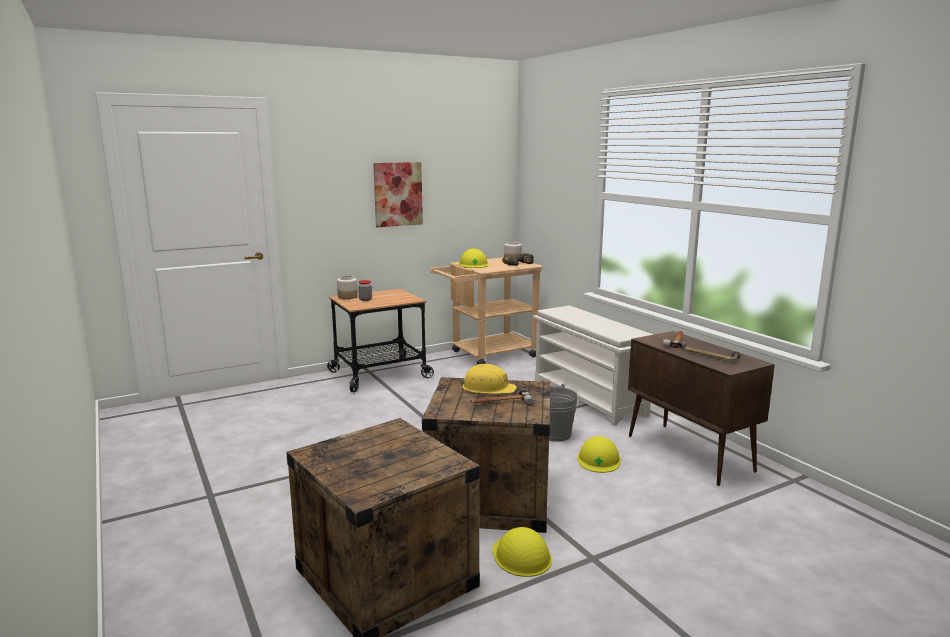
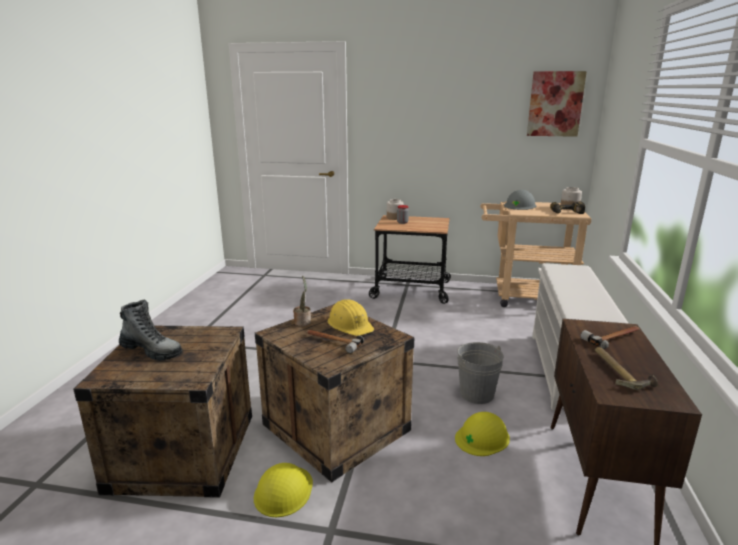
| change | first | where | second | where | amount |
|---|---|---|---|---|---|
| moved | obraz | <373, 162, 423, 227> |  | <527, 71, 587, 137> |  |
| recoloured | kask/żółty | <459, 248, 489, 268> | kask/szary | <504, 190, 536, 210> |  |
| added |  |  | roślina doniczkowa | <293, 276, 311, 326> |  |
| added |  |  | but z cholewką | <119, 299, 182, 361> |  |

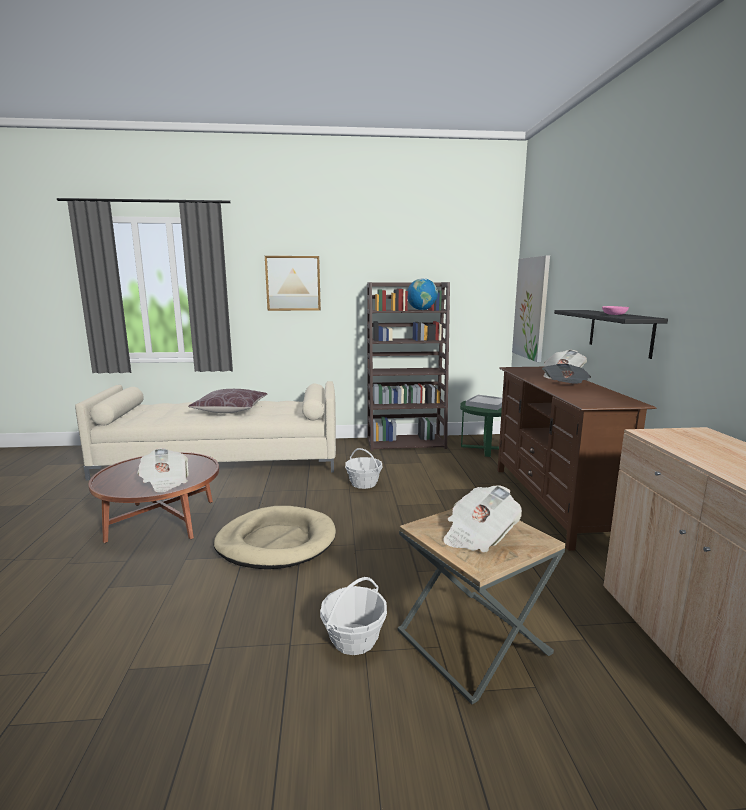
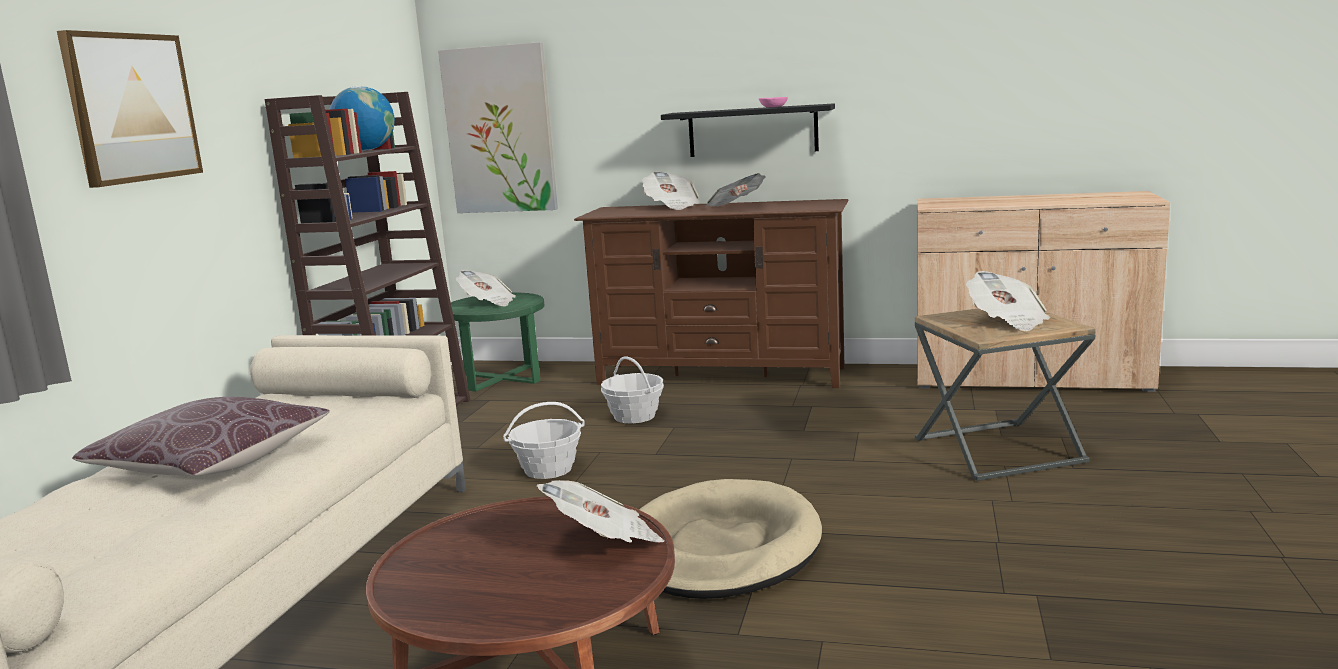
| change | first | where | second | where | amount |
|---|---|---|---|---|---|
| replaced | taca/biały | <466, 395, 502, 410> | gazeta | <456, 270, 516, 306> |  |
| moved | koszyk | <320, 577, 387, 655> |  | <601, 356, 664, 424> |  |

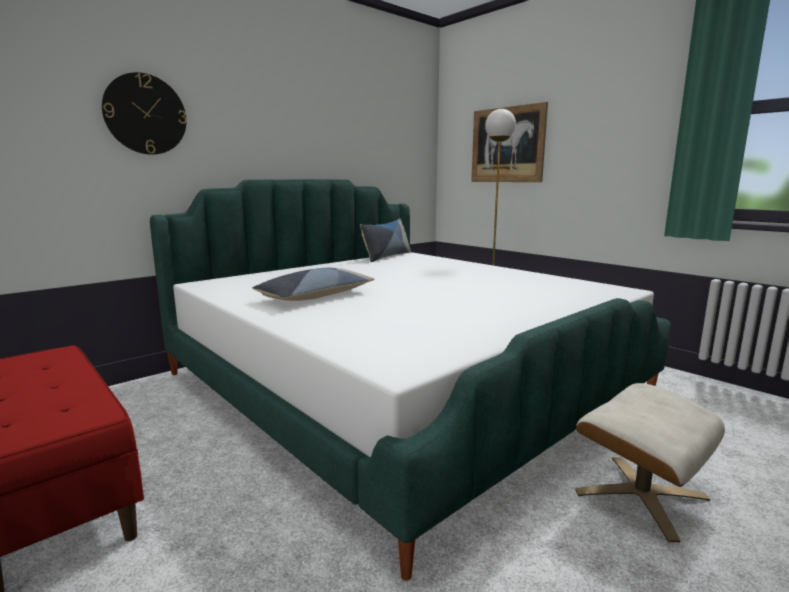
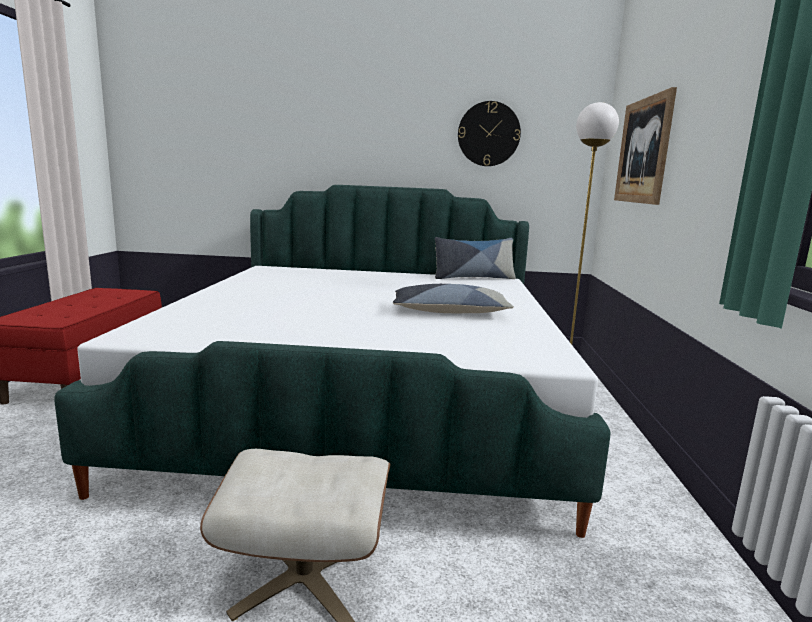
| change | first | where | second | where | amount |
|---|---|---|---|---|---|
| moved | zegar ścienny | <102, 72, 187, 155> |  | <458, 101, 521, 166> |  |
| moved | poduszka | <252, 268, 375, 301> |  | <393, 284, 514, 313> |  |

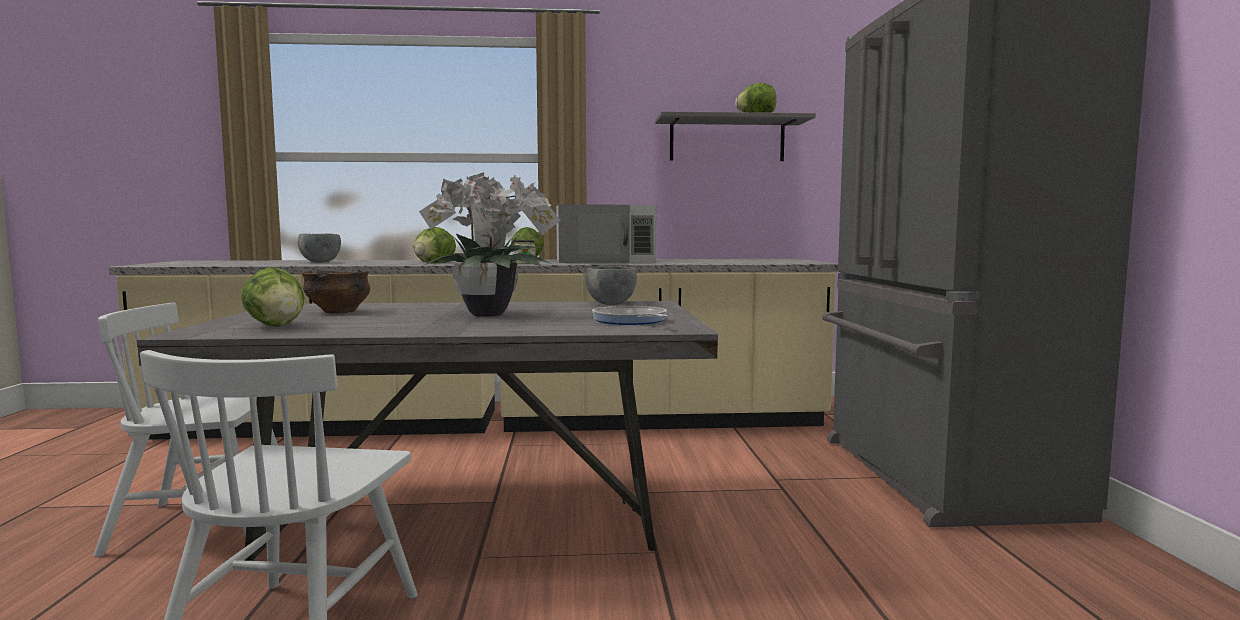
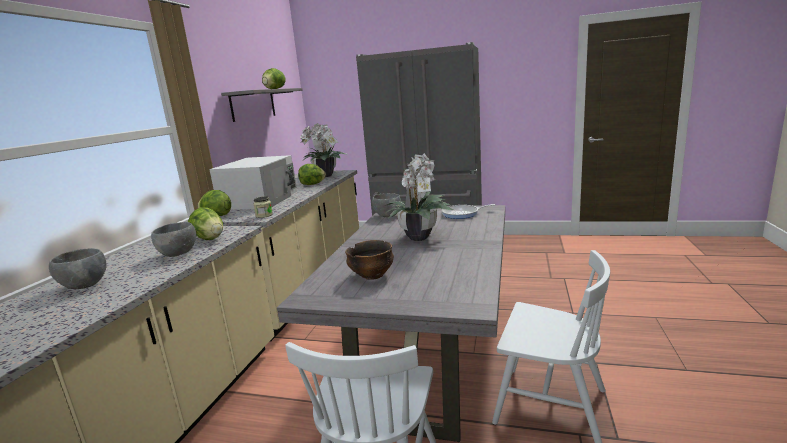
| change | first | where | second | where | amount |
|---|---|---|---|---|---|
| moved | sałata | <241, 267, 305, 327> |  | <298, 164, 326, 185> |  |
| added |  |  | roślina doniczkowa | <301, 123, 349, 177> |  |
| added |  |  | miska/szary | <151, 222, 196, 257> |  |

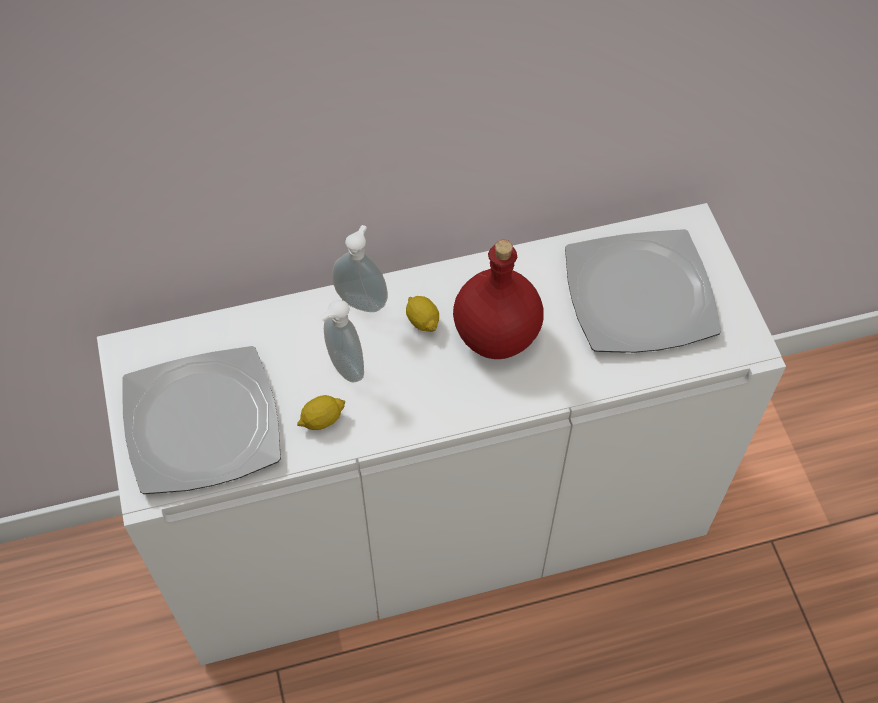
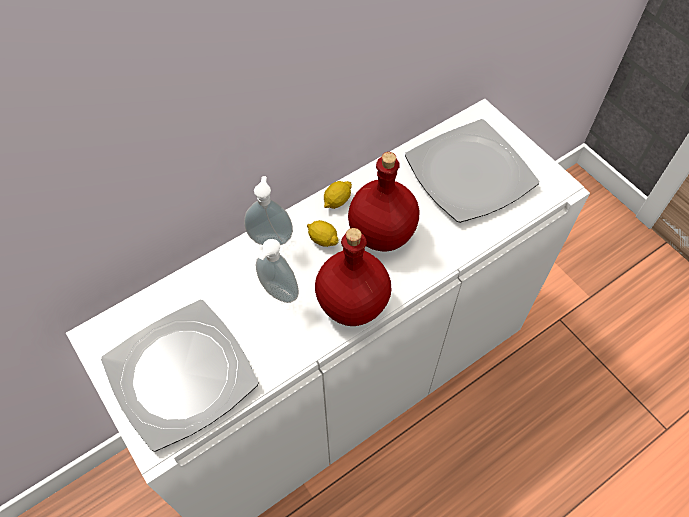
| change | first | where | second | where | amount |
|---|---|---|---|---|---|
| moved | cytryna | <297, 395, 345, 430> |  | <324, 181, 352, 209> |  |
| added |  |  | butelka/czerwony | <315, 228, 392, 326> |  |

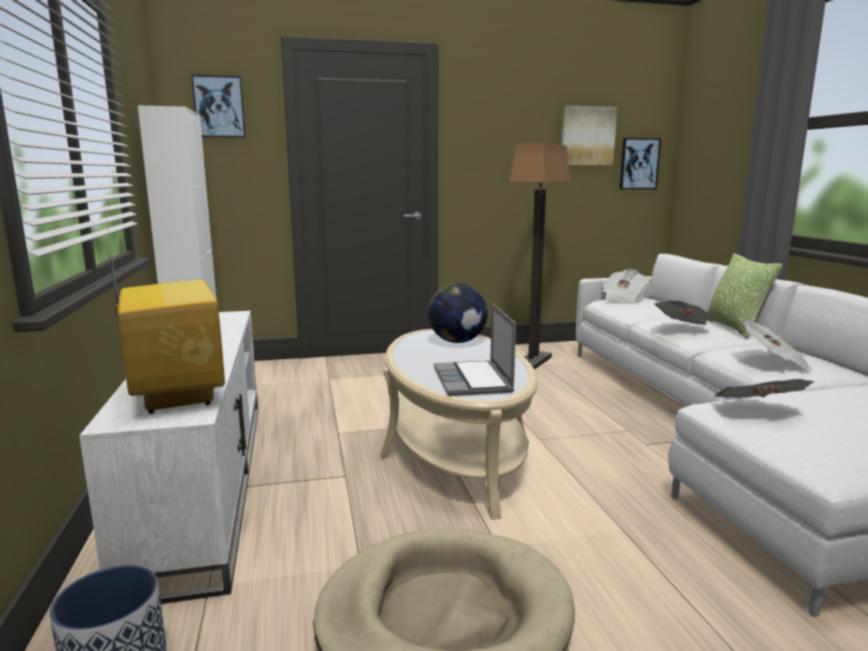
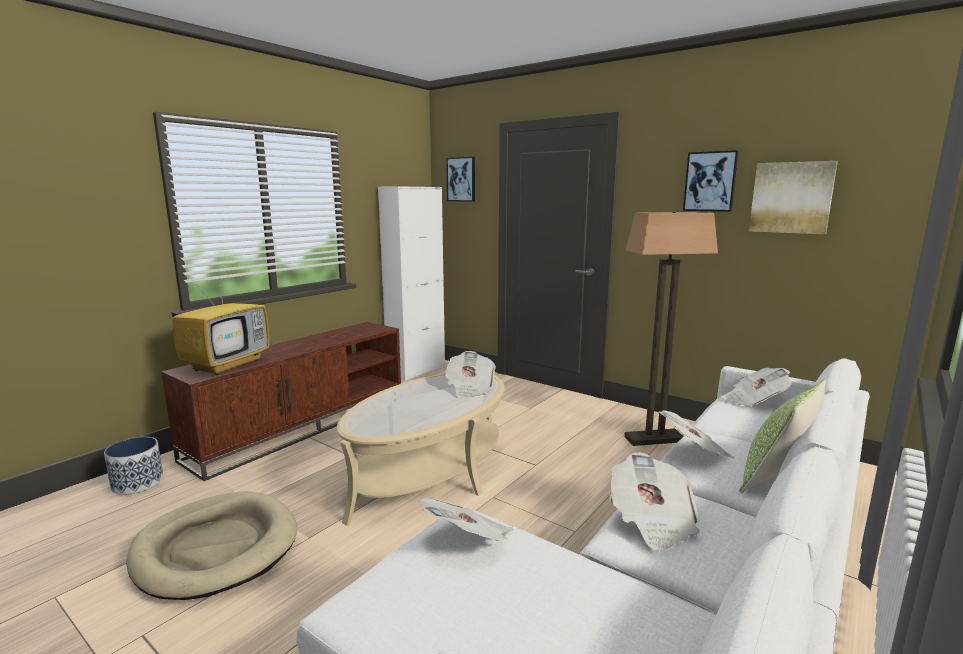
| change | first | where | second | where | amount |
|---|---|---|---|---|---|
| moved | obraz | <620, 138, 661, 189> |  | <683, 150, 738, 212> |  |
| replaced | globus | <428, 283, 488, 343> | gazeta | <444, 351, 496, 398> |  |
| removed | laptop | <434, 304, 516, 396> |  |  |  |
| recoloured | szafka pod telewizor/biały | <79, 311, 258, 604> | szafka pod telewizor/brązowy | <161, 322, 401, 481> |  |

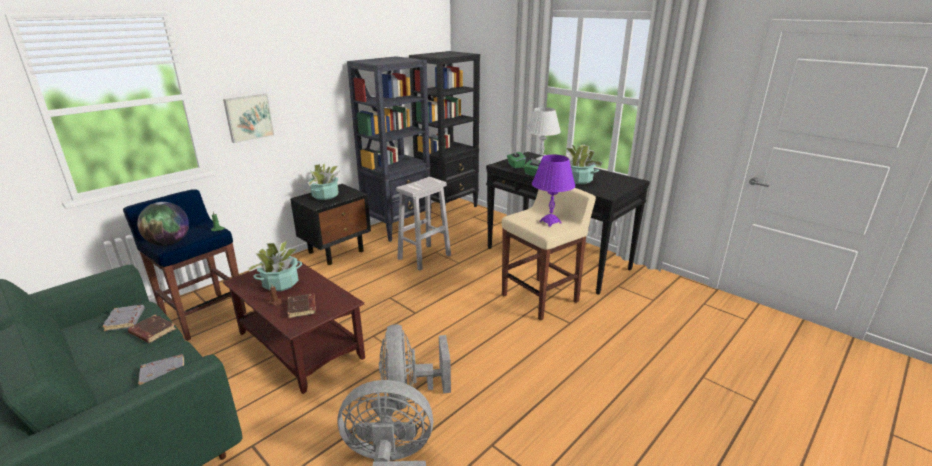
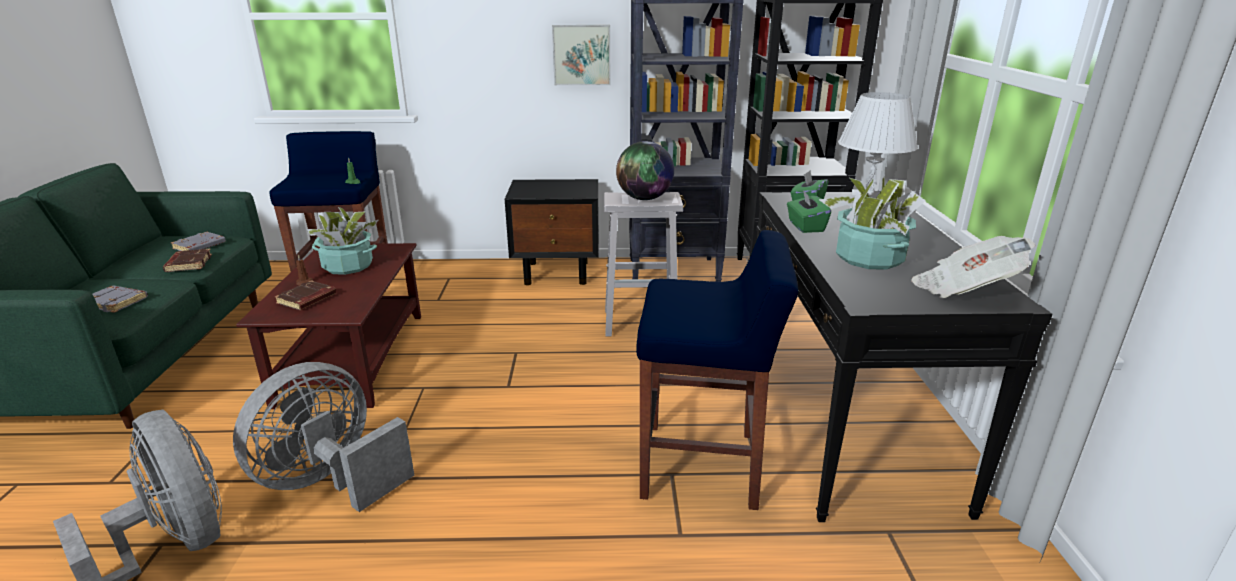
| change | first | where | second | where | amount |
|---|---|---|---|---|---|
| moved | obraz | <223, 94, 274, 143> |  | <552, 25, 610, 85> |  |
| removed | lampa stołowa/fioletowy | <532, 154, 575, 227> |  |  |  |
| removed | roślina doniczkowa | <308, 163, 339, 200> |  |  |  |
| recoloured | stołek/beżowy | <502, 188, 596, 320> | stołek/niebieski | <636, 230, 798, 510> |  |
| moved | globus | <137, 202, 189, 246> |  | <616, 141, 674, 200> |  |
| added |  |  | gazeta | <911, 236, 1036, 298> |  |

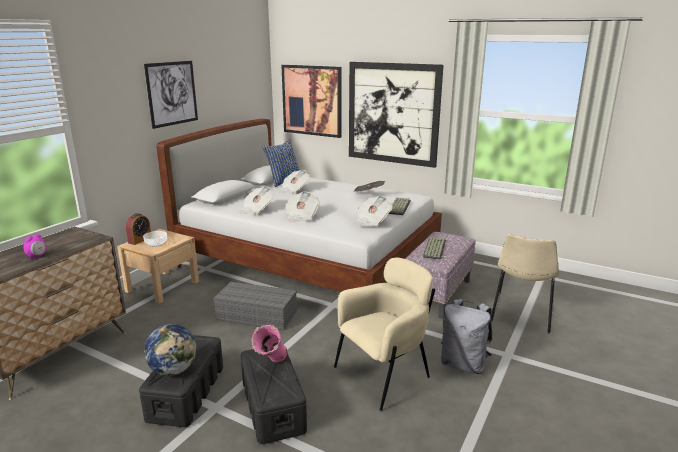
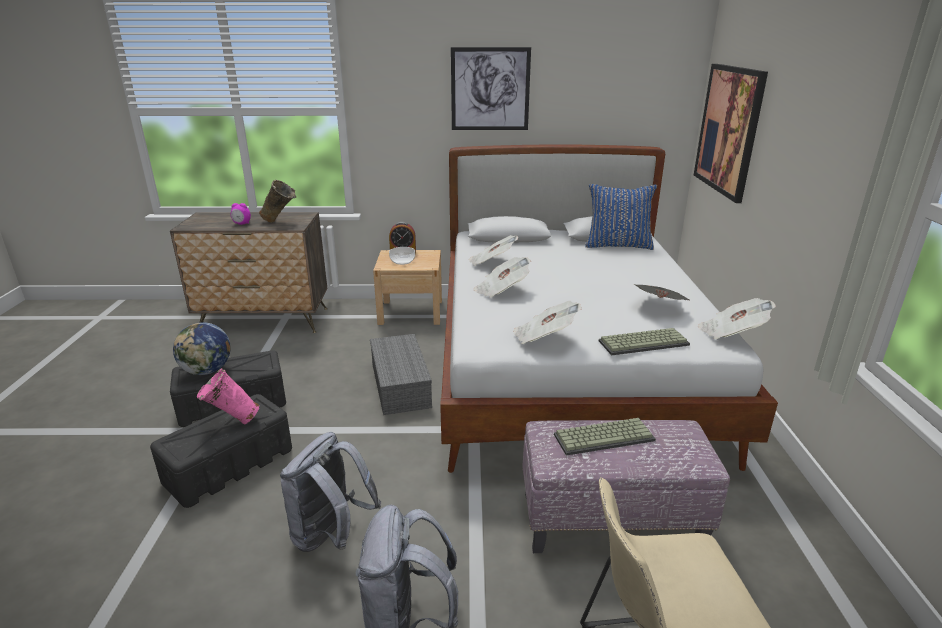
| change | first | where | second | where | amount |
|---|---|---|---|---|---|
| removed | obraz | <349, 62, 444, 168> |  |  |  |
| moved | gazeta | <279, 170, 310, 194> |  | <698, 298, 776, 339> |  |
| replaced | fotel/beżowy | <334, 258, 435, 411> | plecak/szary | <280, 432, 381, 552> |  |
| added |  |  | wazon/beżowy | <259, 180, 296, 223> |  |

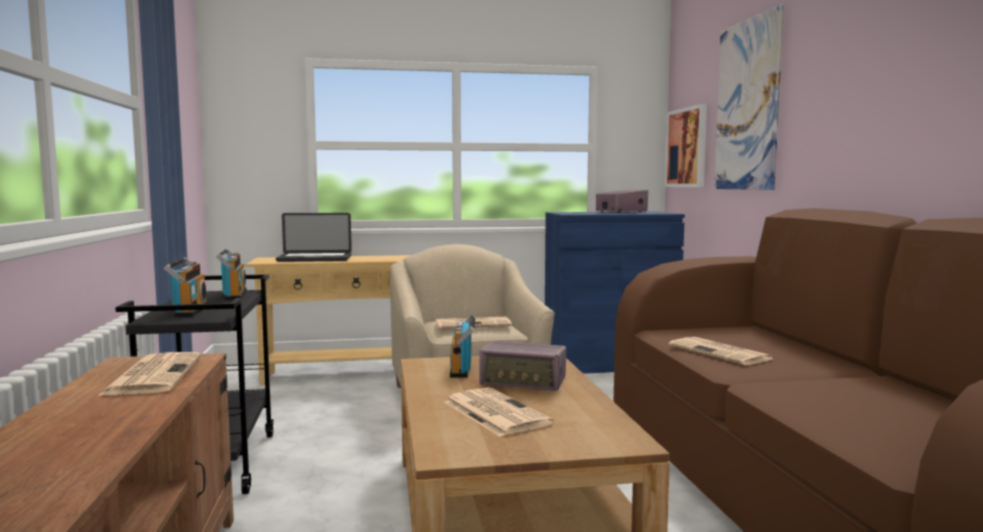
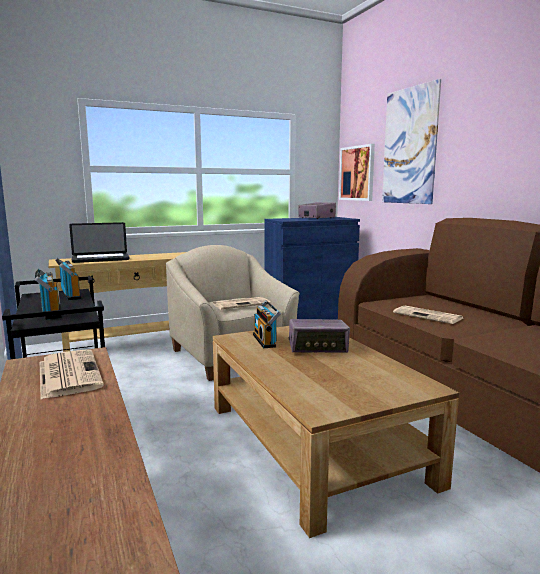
| change | first | where | second | where | amount |
|---|---|---|---|---|---|
| removed | gazeta | <444, 387, 554, 437> |  |  |  |

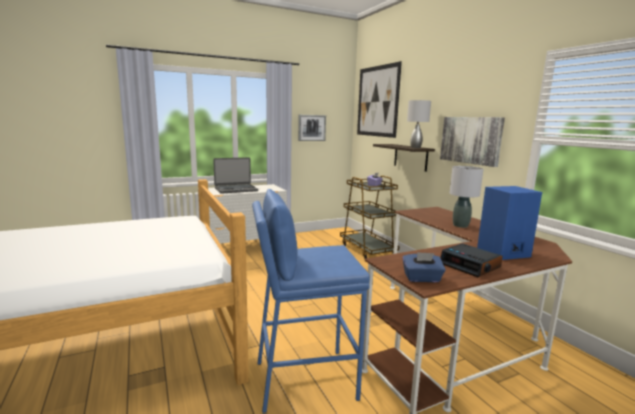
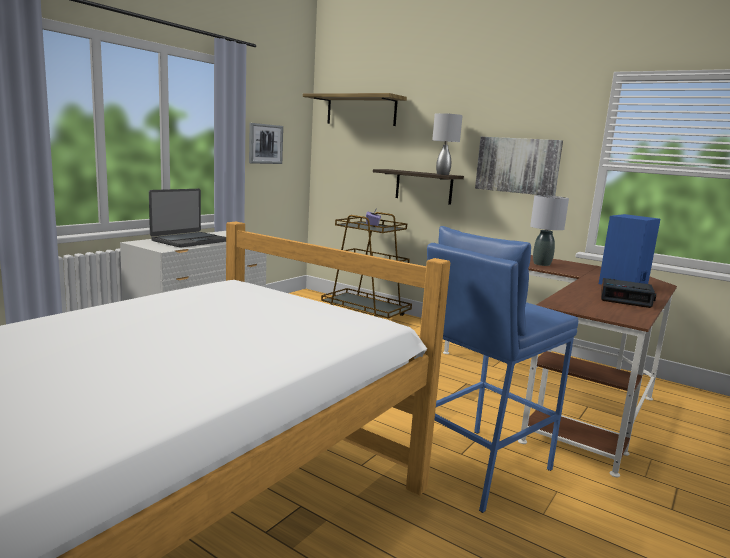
| change | first | where | second | where | amount |
|---|---|---|---|---|---|
| replaced | obraz | <357, 61, 402, 138> | półka | <303, 93, 407, 126> |  |
| removed | pudełko chusteczek/niebieski | <403, 252, 446, 282> |  |  |  |

